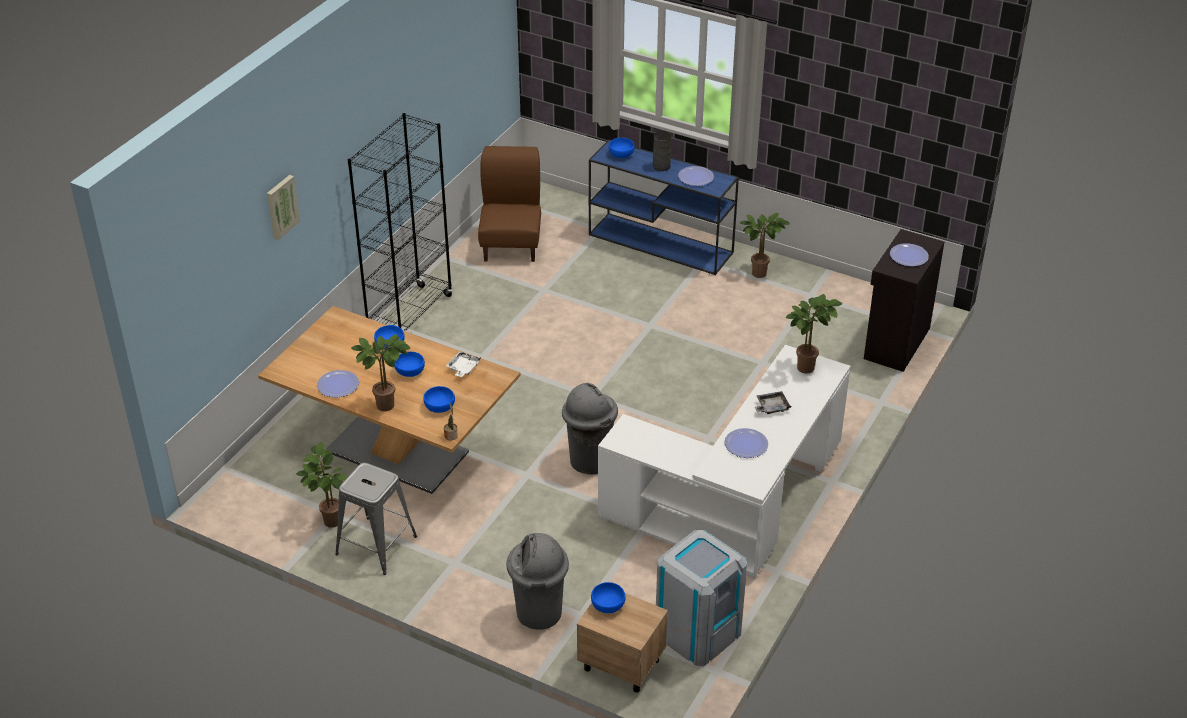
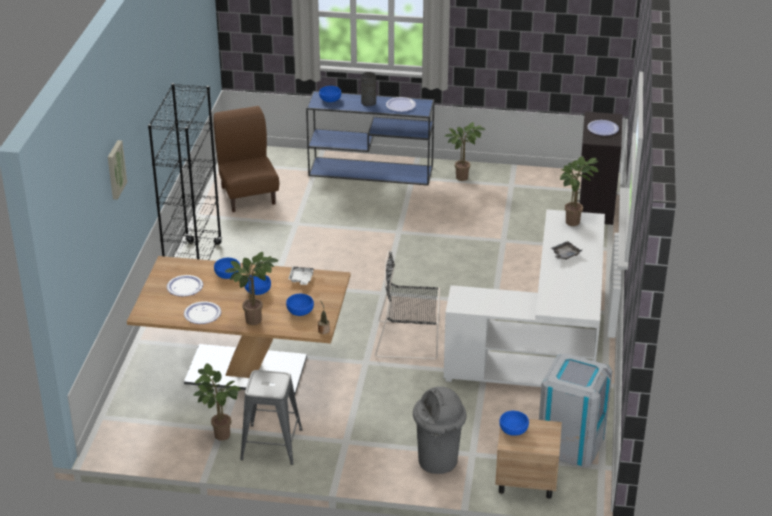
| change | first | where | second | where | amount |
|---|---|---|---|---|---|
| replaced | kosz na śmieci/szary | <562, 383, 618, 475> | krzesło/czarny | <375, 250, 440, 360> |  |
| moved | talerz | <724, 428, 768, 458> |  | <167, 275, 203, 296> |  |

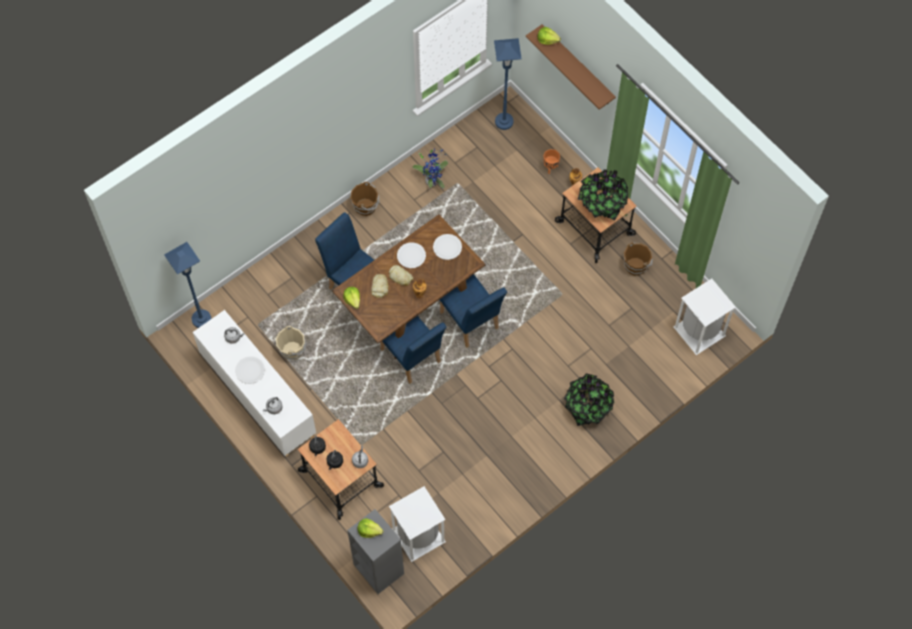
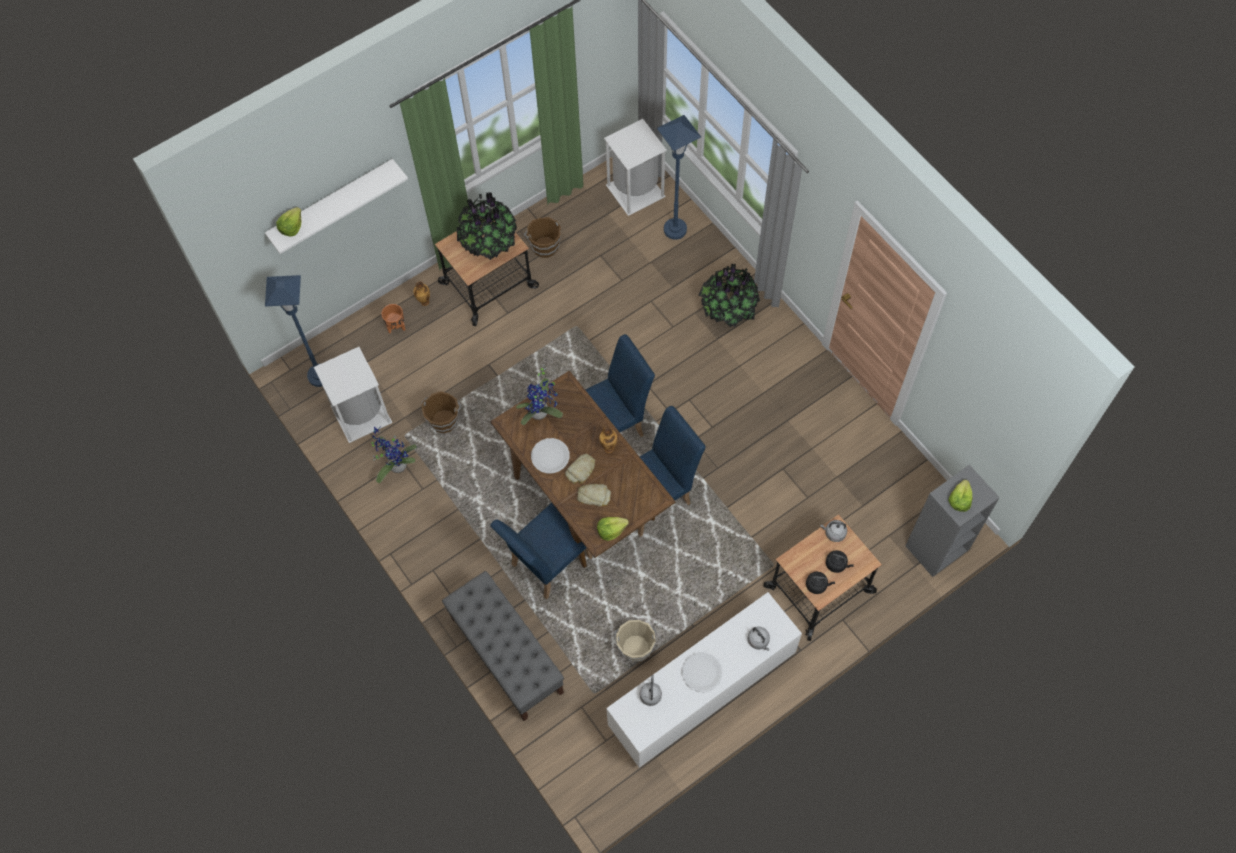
| change | first | where | second | where | amount |
|---|---|---|---|---|---|
| recoloured | półka/brązowy | <526, 25, 616, 110> | półka/biały | <265, 159, 408, 254> |  |
| moved | wiadro/brązowy | <350, 182, 379, 216> |  | <421, 391, 462, 433> |  |
| replaced | talerz/biały | <433, 234, 462, 260> | roślina doniczkowa | <516, 366, 563, 425> |  |
| moved | lampa stojąca/niebieski | <164, 242, 212, 328> |  | <657, 115, 701, 240> |  |
| moved | kosz na śmieci/biały | <389, 486, 446, 562> |  | <314, 347, 393, 443> |  |
| added |  |  | ławka/szary | <442, 571, 564, 721> |  |

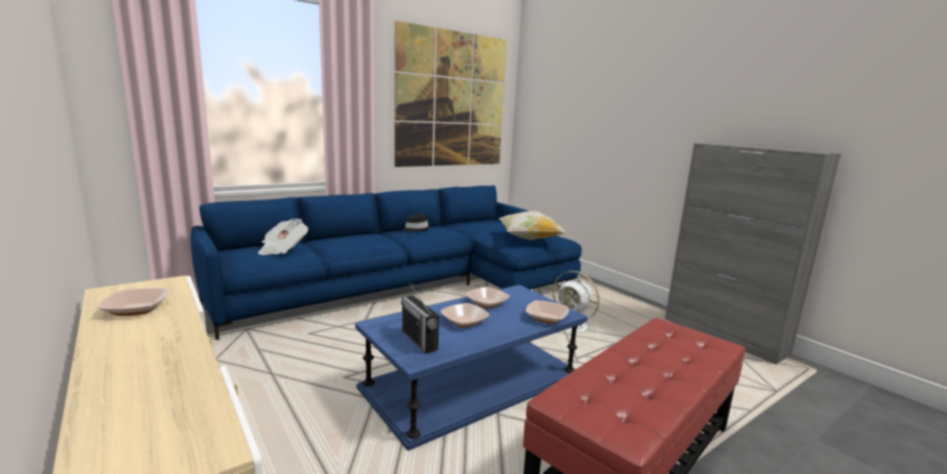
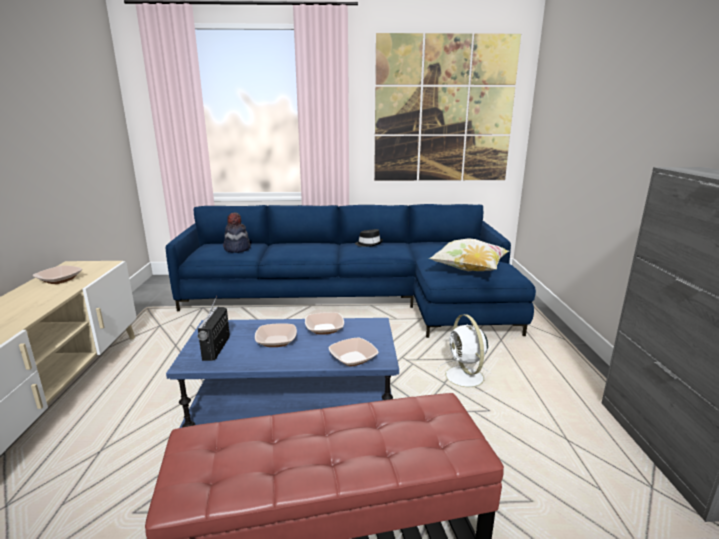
| change | first | where | second | where | amount |
|---|---|---|---|---|---|
| replaced | gazeta | <258, 219, 308, 255> | kapelusz | <223, 212, 251, 253> |  |

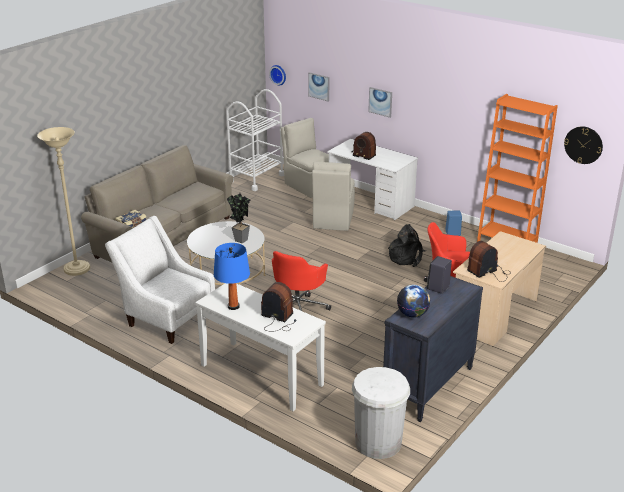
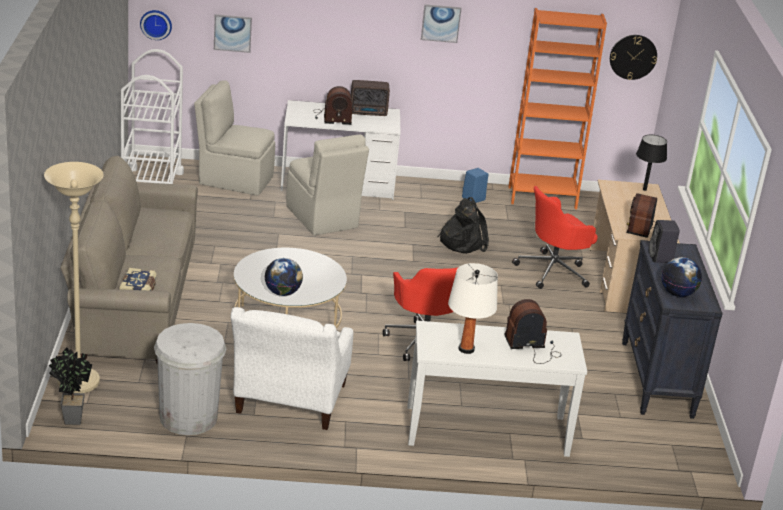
| change | first | where | second | where | amount |
|---|---|---|---|---|---|
| moved | obraz | <368, 87, 392, 118> |  | <421, 4, 462, 43> |  |
| moved | roślina doniczkowa | <227, 193, 250, 243> |  | <49, 347, 93, 425> |  |
| turned | fotel/biały | <105, 216, 215, 344> |  | <230, 307, 353, 430> | 75 degrees counterclockwise |
| recoloured | lampa stołowa/niebieski | <214, 243, 250, 310> | lampa stołowa/biały | <448, 263, 498, 354> |  |
| moved | kosz na śmieci/biały | <352, 367, 410, 459> |  | <154, 323, 226, 435> |  |
| added |  |  | radio | <351, 80, 390, 116> |  |
| added |  |  | lampa stołowa/czarny | <636, 135, 667, 191> |  |
| added |  |  | globus | <265, 258, 303, 296> |  |

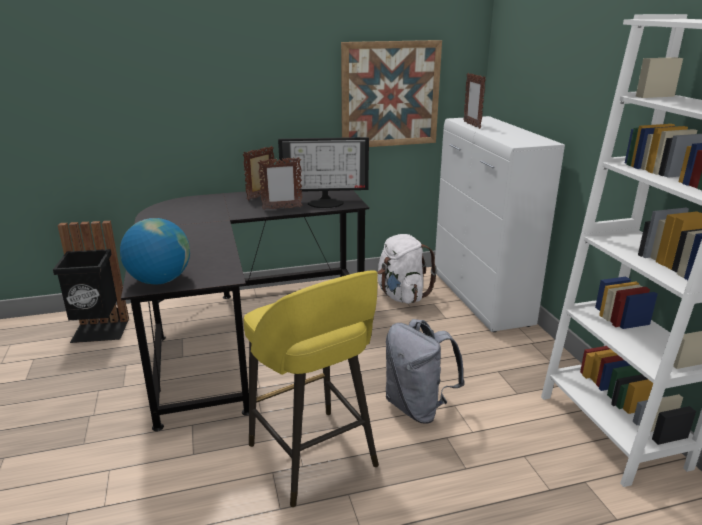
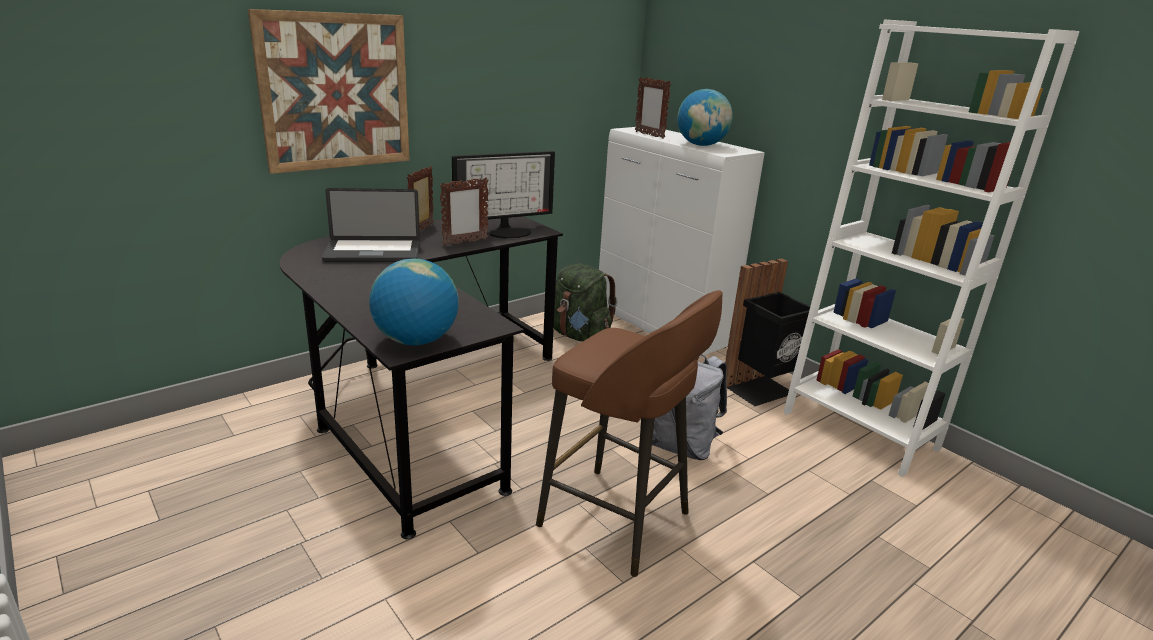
| change | first | where | second | where | amount |
|---|---|---|---|---|---|
| moved | obraz | <341, 40, 442, 147> |  | <248, 9, 410, 174> |  |
| moved | kosz na śmieci/czarny | <53, 221, 129, 343> |  | <725, 259, 810, 406> |  |
| recoloured | plecak/biały | <378, 234, 437, 304> | plecak/zielony | <554, 263, 617, 342> |  |
| recoloured | stołek/żółty | <244, 270, 379, 507> | stołek/brązowy | <536, 290, 723, 577> |  |
| added |  |  | globus | <677, 89, 733, 146> |  |
| added |  |  | laptop | <322, 188, 420, 262> |  |

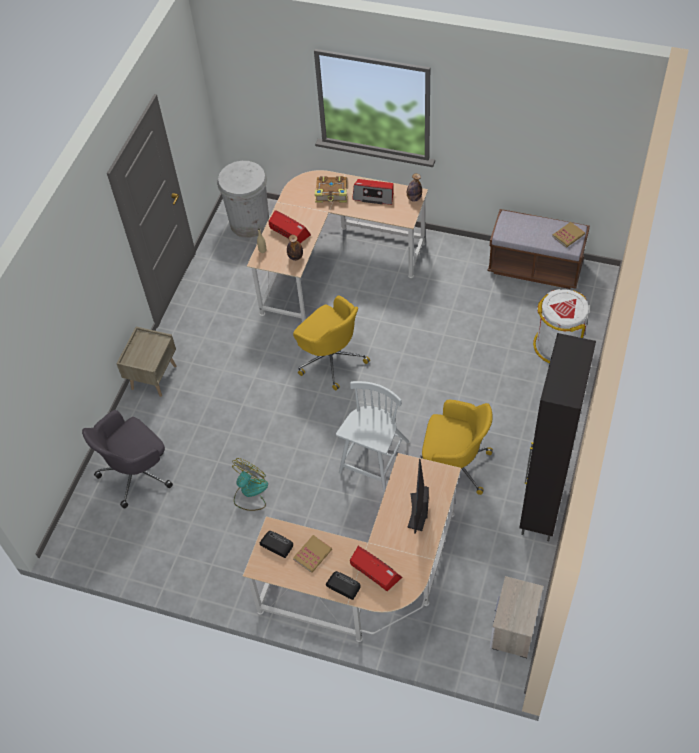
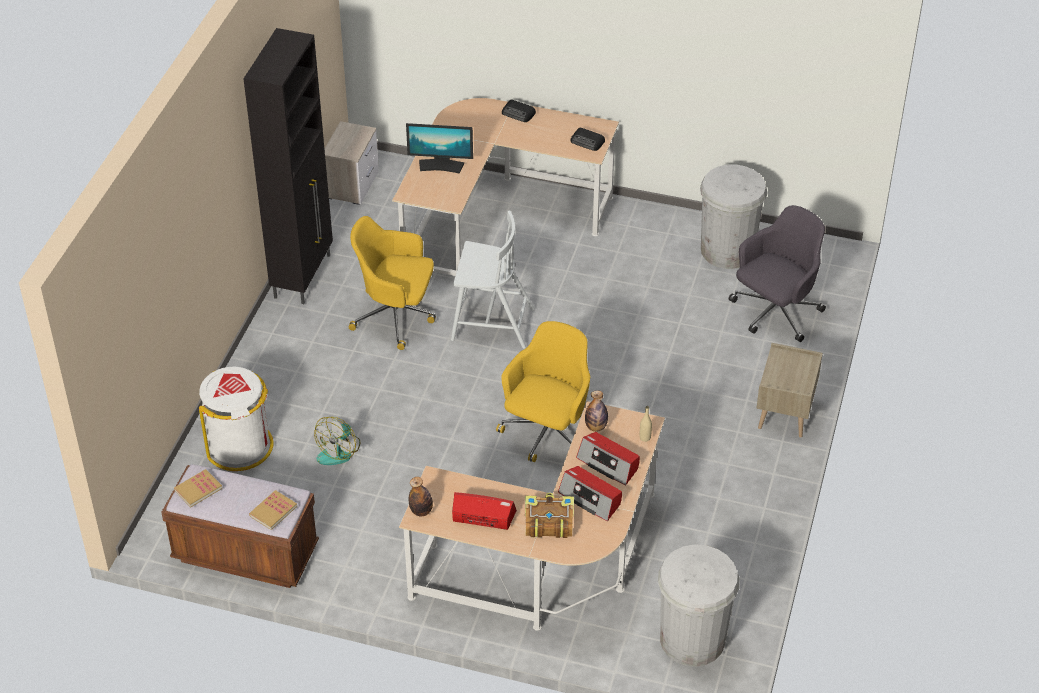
| change | first | where | second | where | amount |
|---|---|---|---|---|---|
| turned | krzesło biurowe/żółty | <293, 295, 370, 390> |  | <496, 321, 590, 462> | 75 degrees clockwise |
| turned | krzesło/biały | <336, 381, 409, 491> |  | <451, 211, 535, 349> | 105 degrees counterclockwise |
| moved | wentylator | <232, 458, 268, 511> |  | <314, 417, 360, 465> |  |
| turned | monitor | <408, 459, 429, 534> |  | <406, 123, 473, 174> | 90 degrees clockwise |
| moved | książka | <293, 535, 332, 573> |  | <249, 490, 297, 530> |  |
| moved | radio | <350, 546, 403, 591> |  | <558, 466, 622, 521> |  |
| added |  |  | kosz na śmieci/biały | <700, 164, 767, 269> |  |

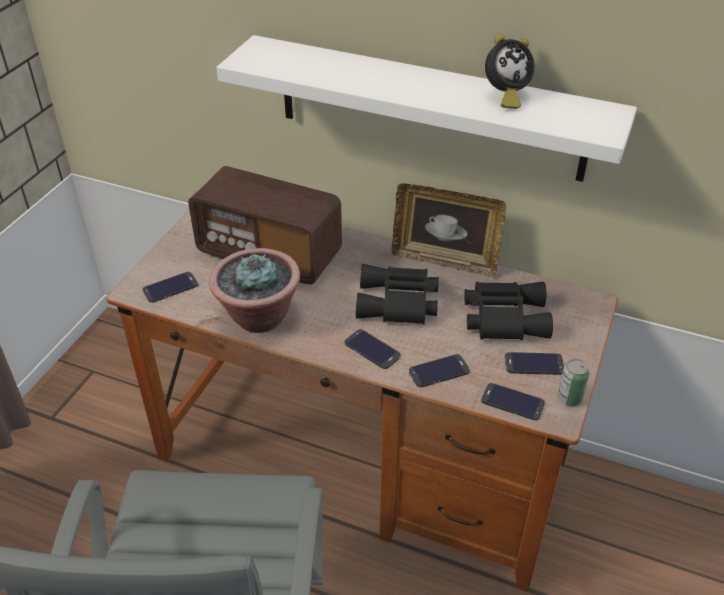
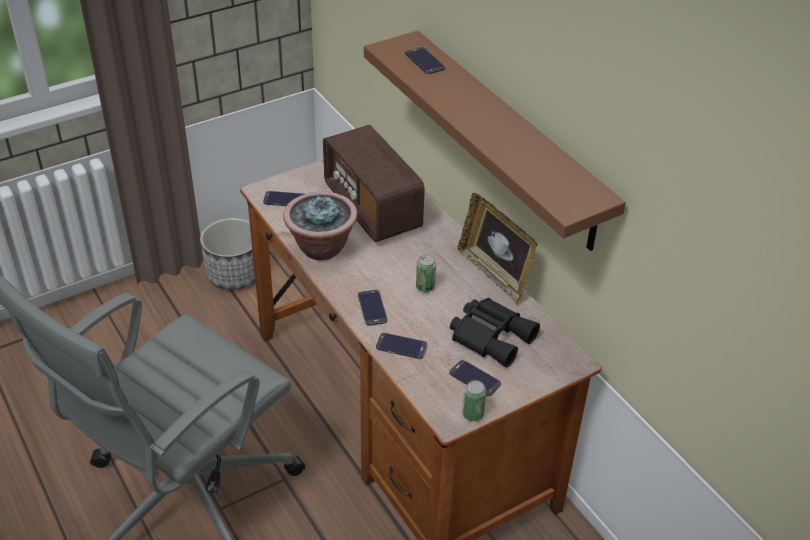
| change | first | where | second | where | amount |
|---|---|---|---|---|---|
| removed | budzik | <485, 34, 534, 109> |  |  |  |
| recoloured | półka/biały | <216, 35, 637, 182> | półka/brązowy | <364, 31, 626, 251> |  |
| replaced | lornetka/czarny | <356, 264, 439, 325> | puszka | <416, 255, 436, 292> |  |
| moved | telefon | <481, 383, 545, 420> |  | <405, 47, 445, 74> |  |
| added |  |  | donica | <200, 218, 255, 290> |  |

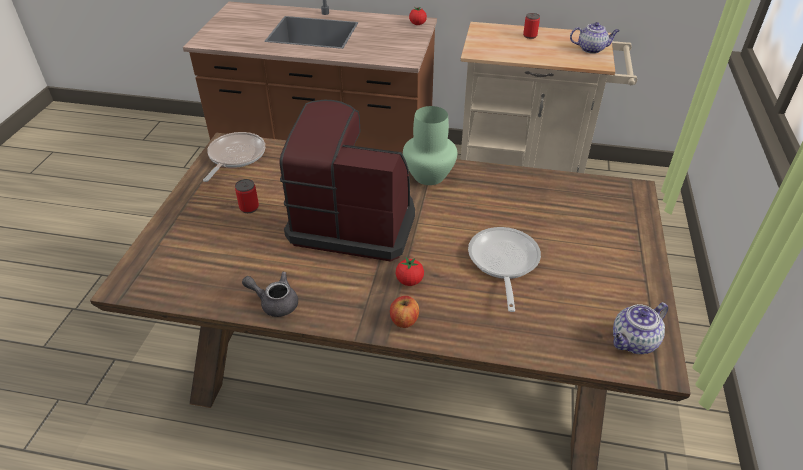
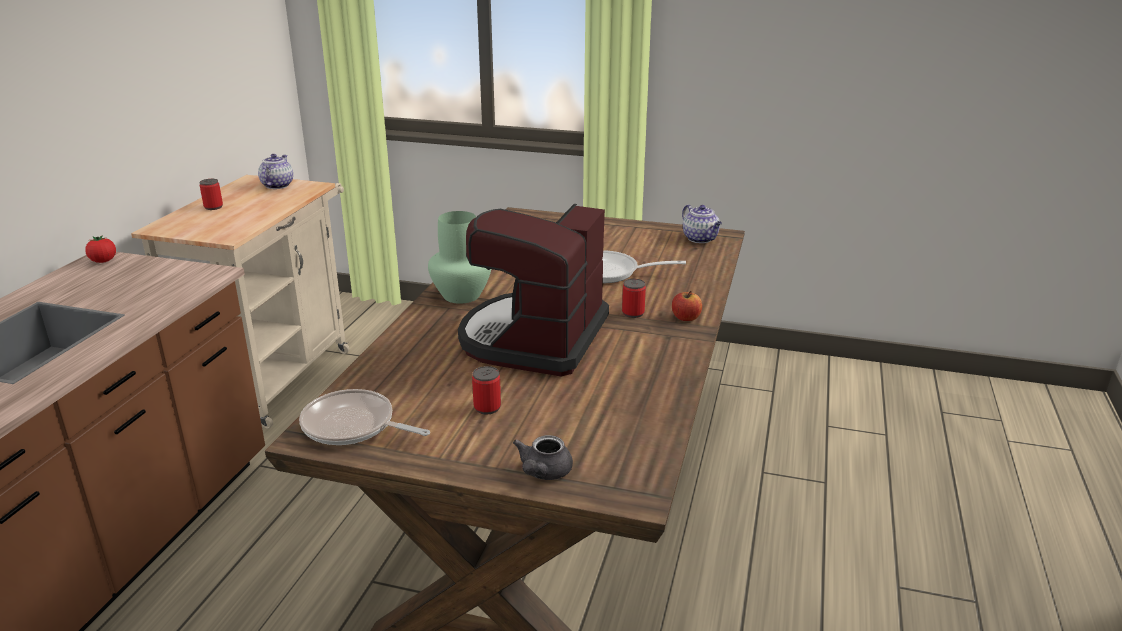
| change | first | where | second | where | amount |
|---|---|---|---|---|---|
| replaced | pomidor | <396, 258, 424, 286> | puszka | <622, 279, 646, 318> |  |
| moved | imbryk/szary | <242, 272, 298, 317> |  | <513, 435, 573, 480> |  |

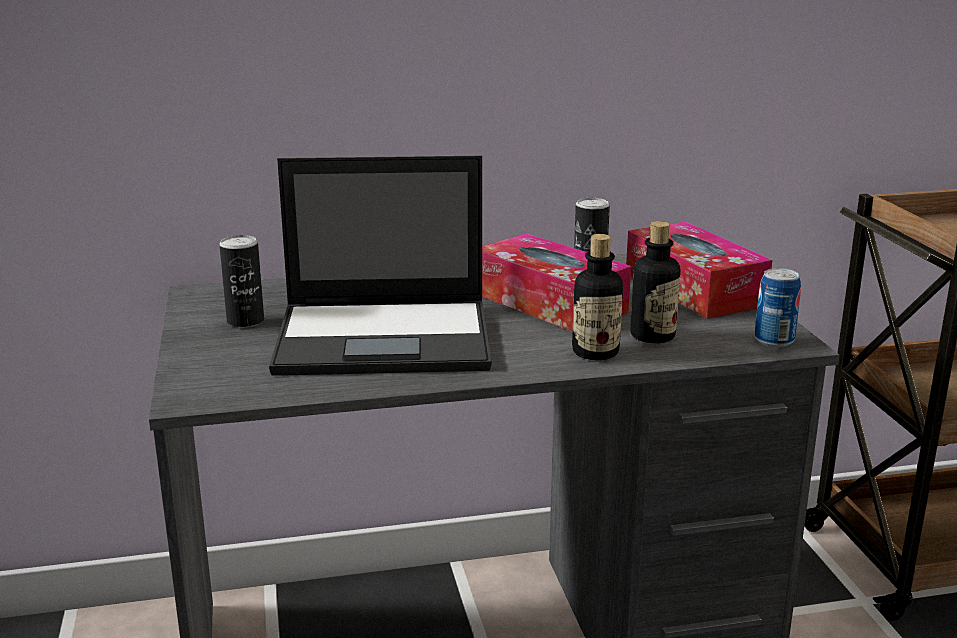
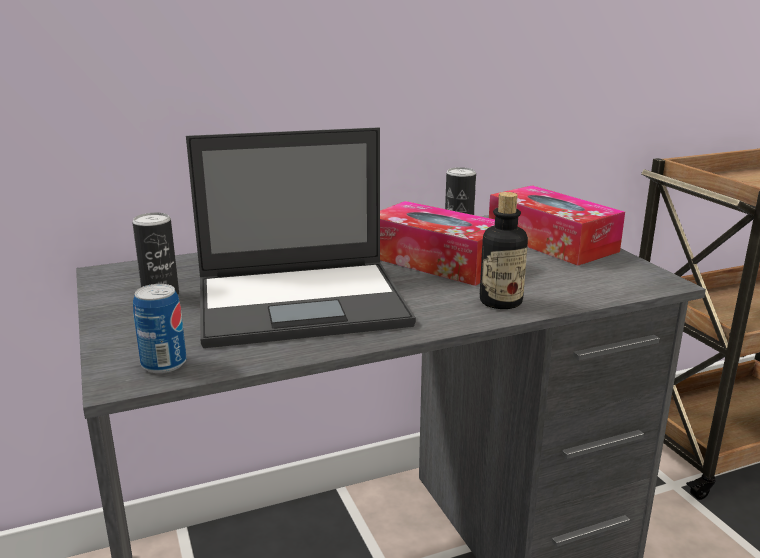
| change | first | where | second | where | amount |
|---|---|---|---|---|---|
| removed | butelka | <630, 221, 681, 343> |  |  |  |
| moved | puszka | <754, 268, 801, 347> |  | <133, 284, 186, 373> |  |

